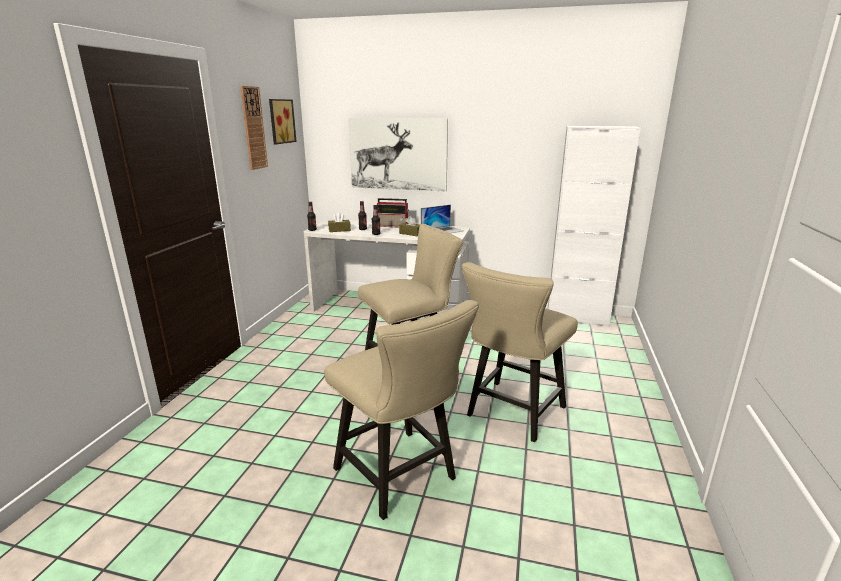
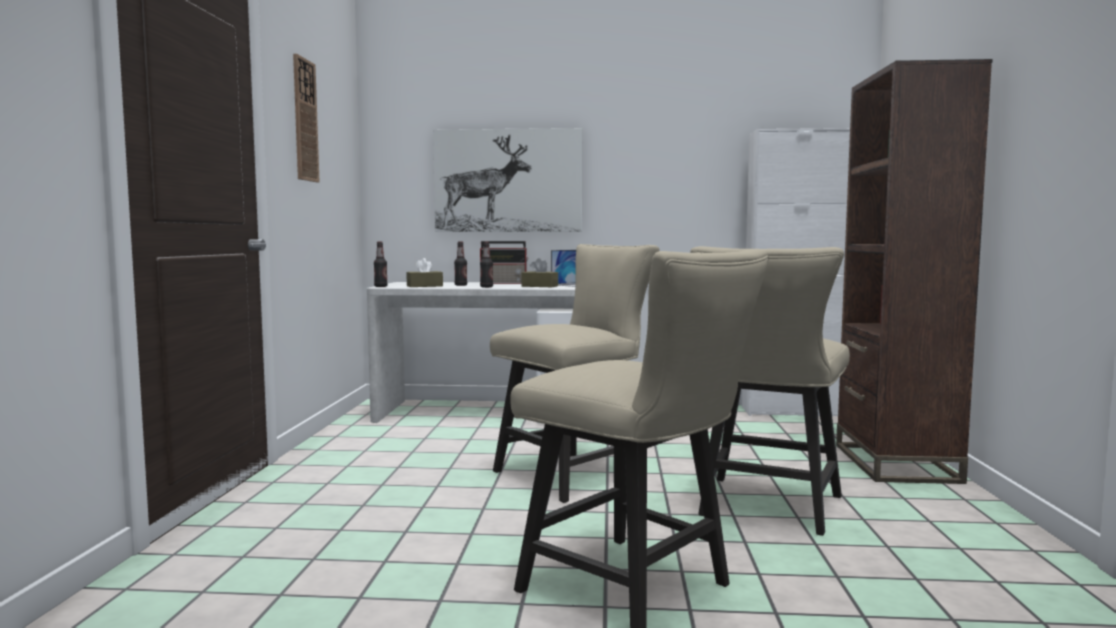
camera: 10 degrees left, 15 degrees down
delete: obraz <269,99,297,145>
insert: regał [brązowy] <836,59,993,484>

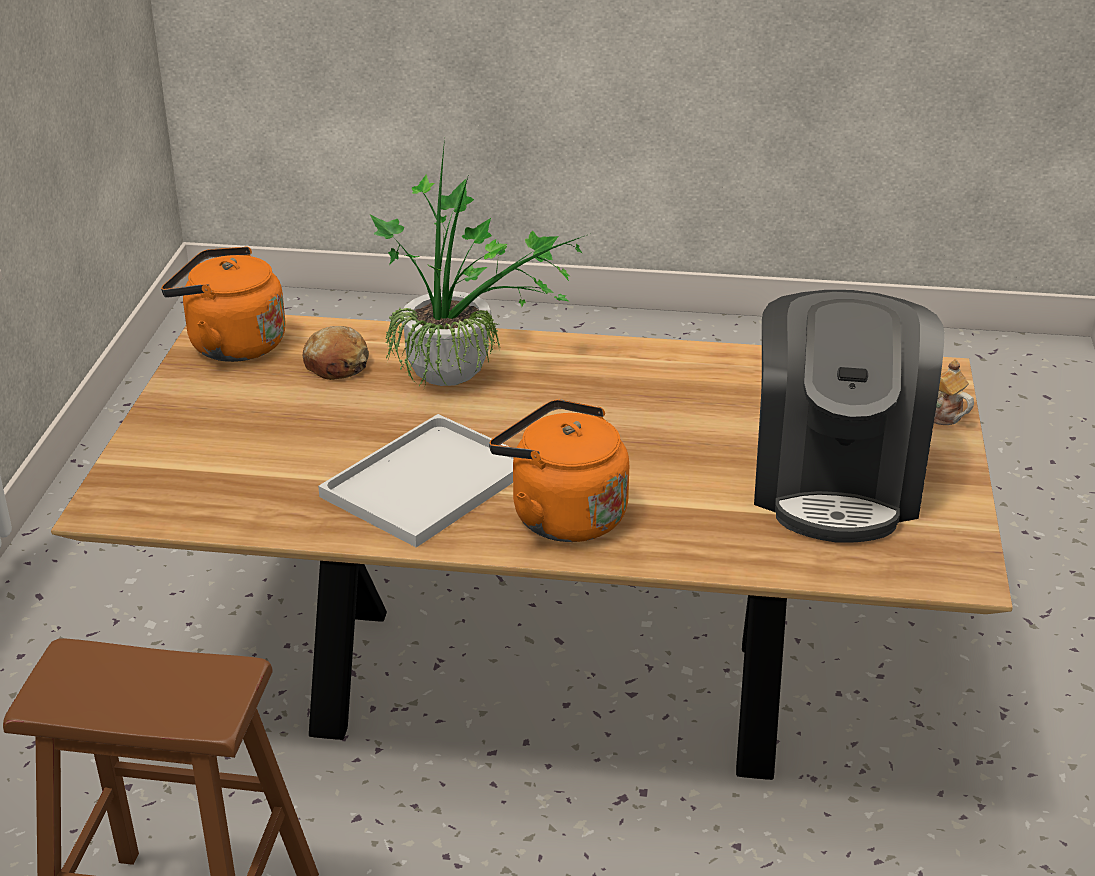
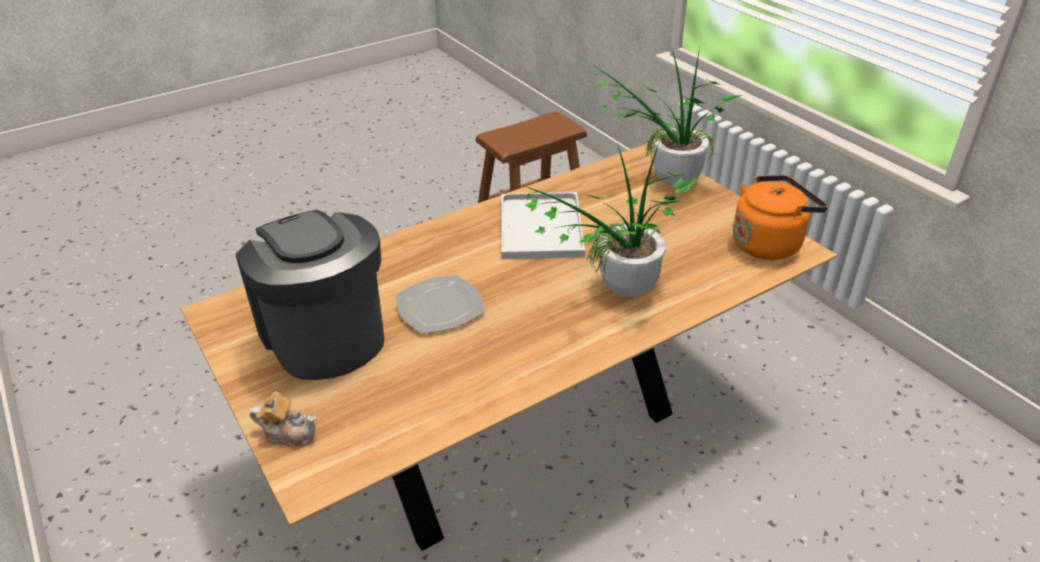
camera: 140 degrees right, 5 degrees up
delete: chleb <303,326,369,380>; czajnik [pomarańczowy] <489,399,629,542>
insert: roślina doniczkowa <589,48,742,185>; talerz <396,275,485,334>

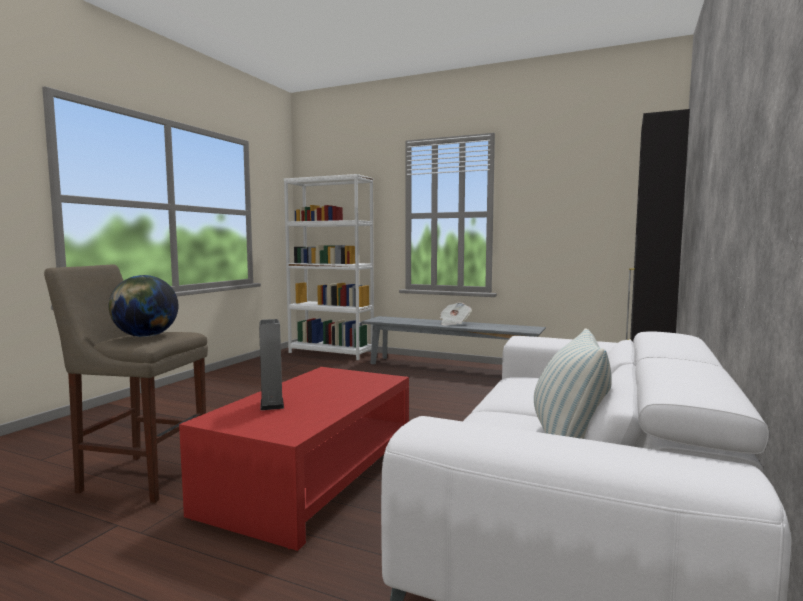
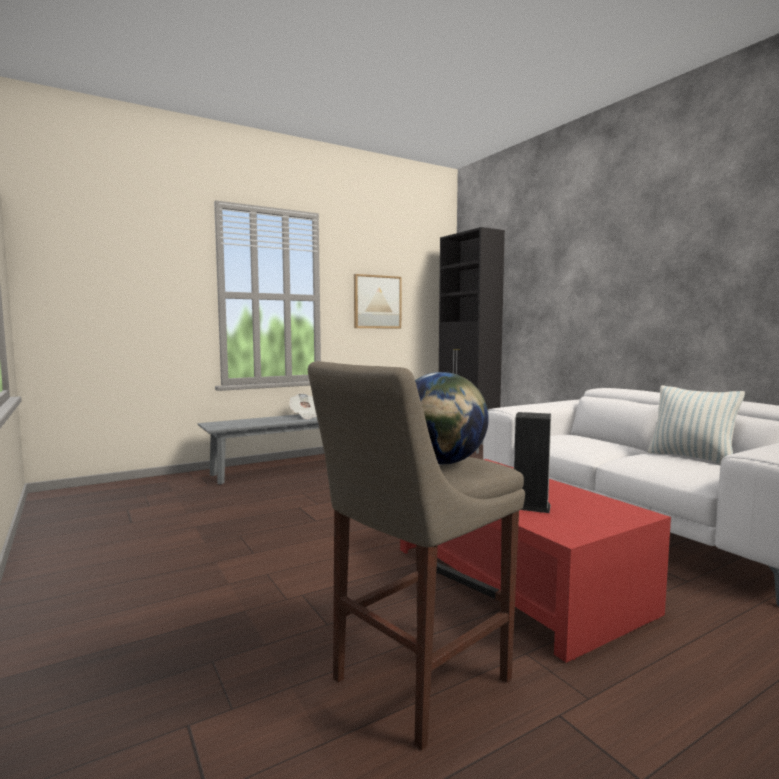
camera: 55 degrees left, 0 degrees up
delete: regał [biały] <284,174,374,360>
insert: obraz <354,274,401,328>

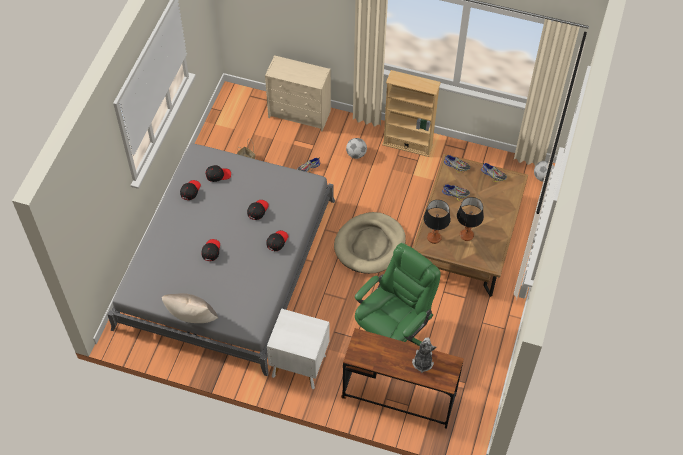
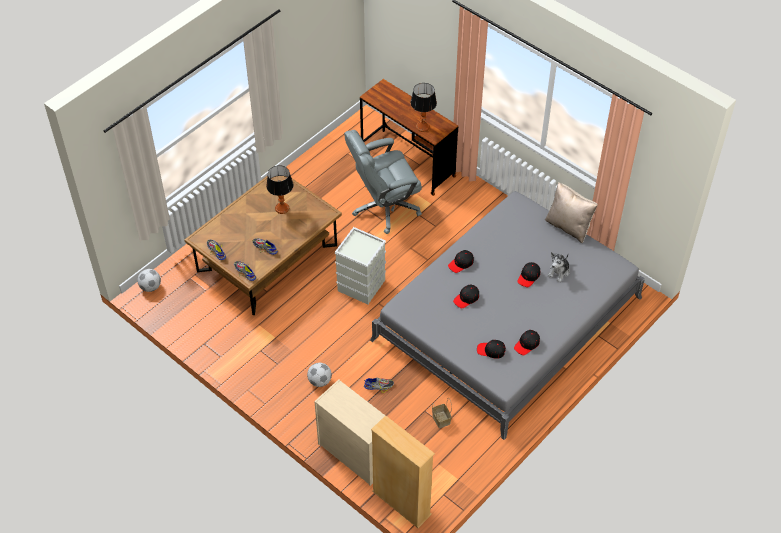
camera: 155 degrees left, 5 degrees down
delete: szafka nocna [biały] <267,308,330,389>
move: regał [beżowy] <382,70,441,157> to <371,415,435,528>; lampa stołowa <423,200,451,244> to <410,83,437,132>; pluszak <412,337,436,373> to <548,252,570,282>
replace: legowisko [beżowy] <334,212,406,274> to pojemnik do przechowywania [szary] <335,227,386,304>
recolor: krzesło biurowe [zielony] <355,243,441,346> to krzesło biurowe [szary] <344,130,422,234>

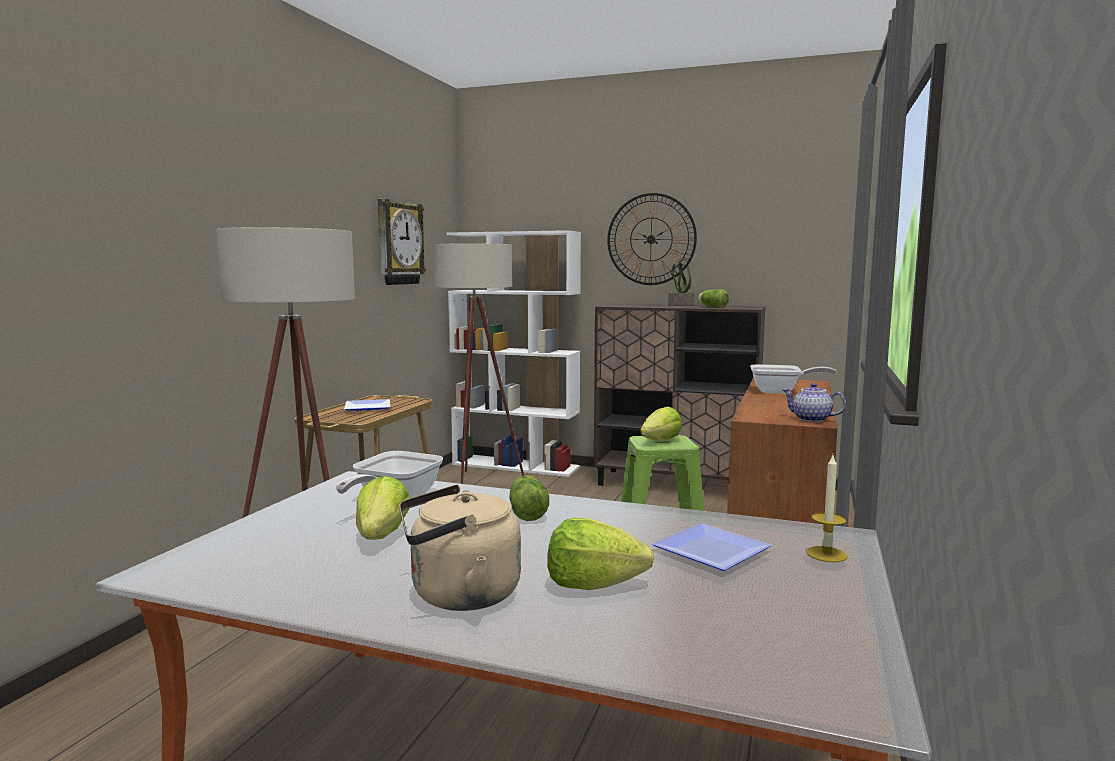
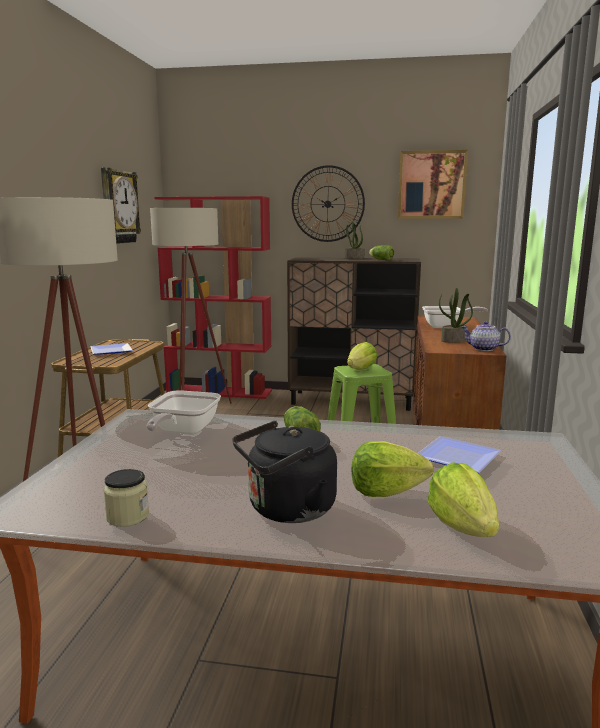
camera: 10 degrees left, 5 degrees up
delete: świeca <806,455,848,562>
insert: obraz <398,150,468,219>; roślina doniczkowa <439,288,473,343>; słoik <104,469,149,527>
move: sałata <356,476,410,540> to <427,462,499,537>
recolor: regał [biały] <447,230,581,477> to regał [czerwony] <154,196,272,399>; czajnik [beżowy] <399,485,521,611> to czajnik [czarny] <232,421,337,523>

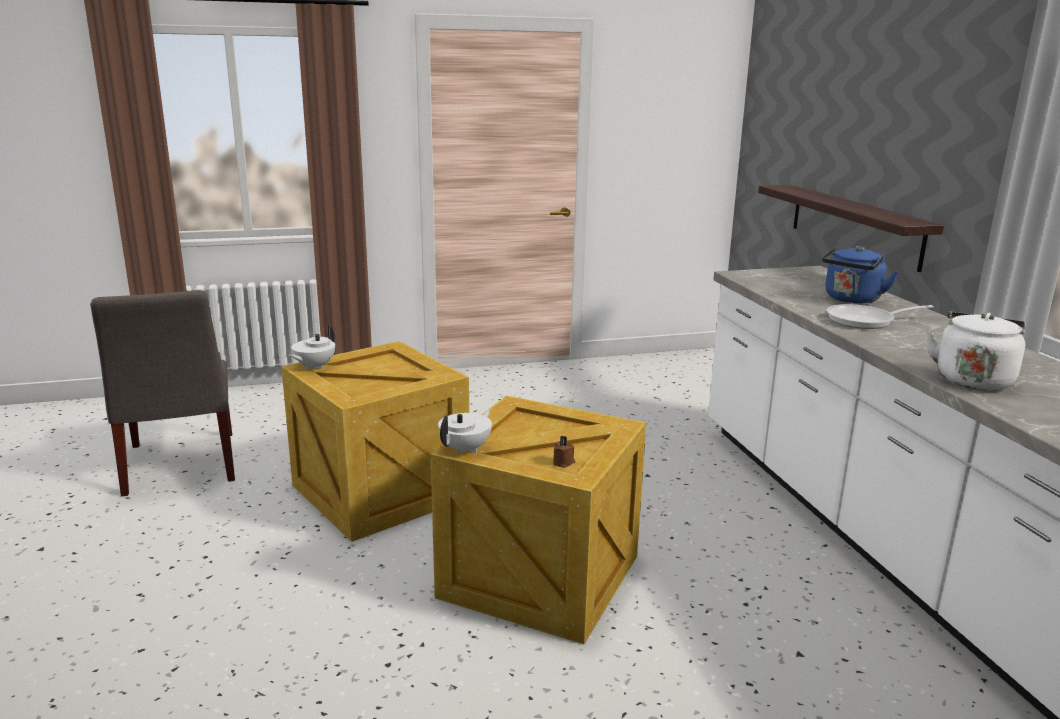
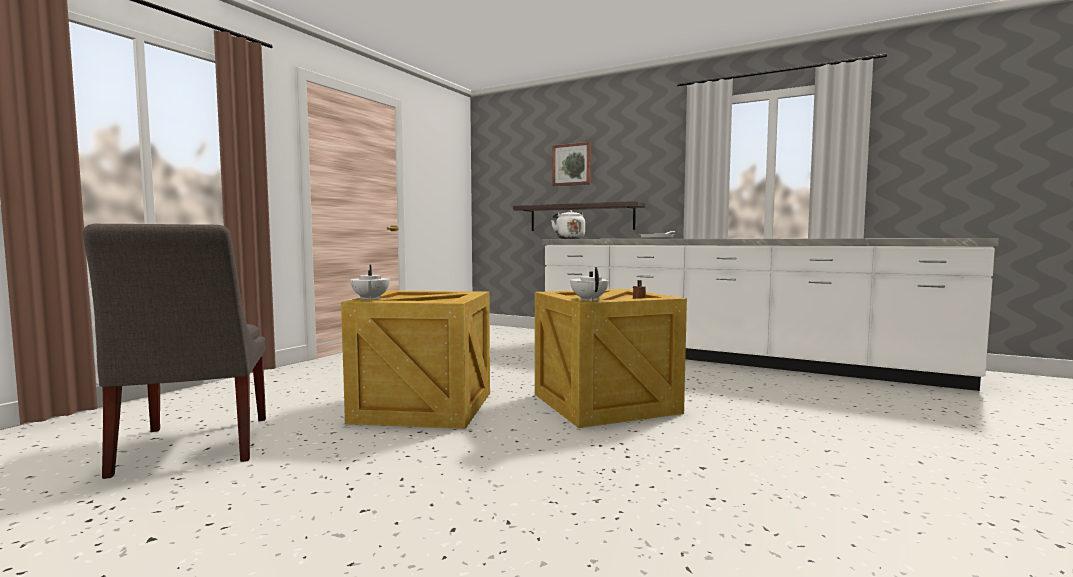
camera: 45 degrees left, 15 degrees down
delete: czajnik [niebieski] <822,246,899,304>
insert: obraz <552,142,591,186>
move: czajnik [biały] <925,311,1026,390> to <551,210,585,239>
rotate: krzesło [szary] <90,290,235,496> = <82,224,266,479> 45 degrees clockwise

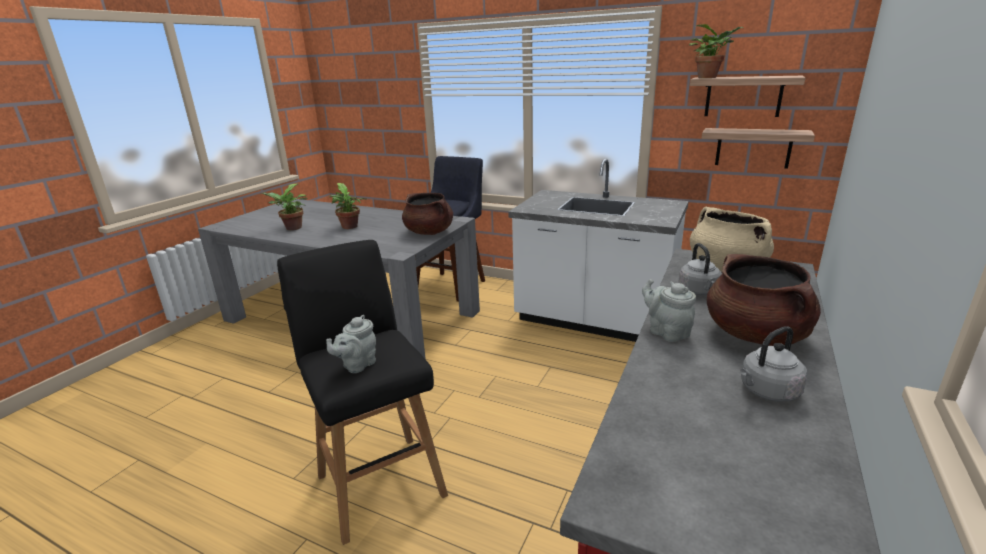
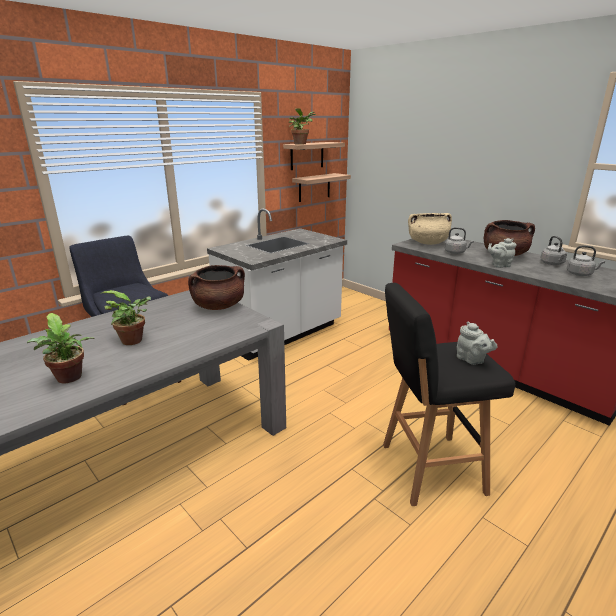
camera: 70 degrees left, 0 degrees up
insert: czajnik [szary] <567,245,605,276>

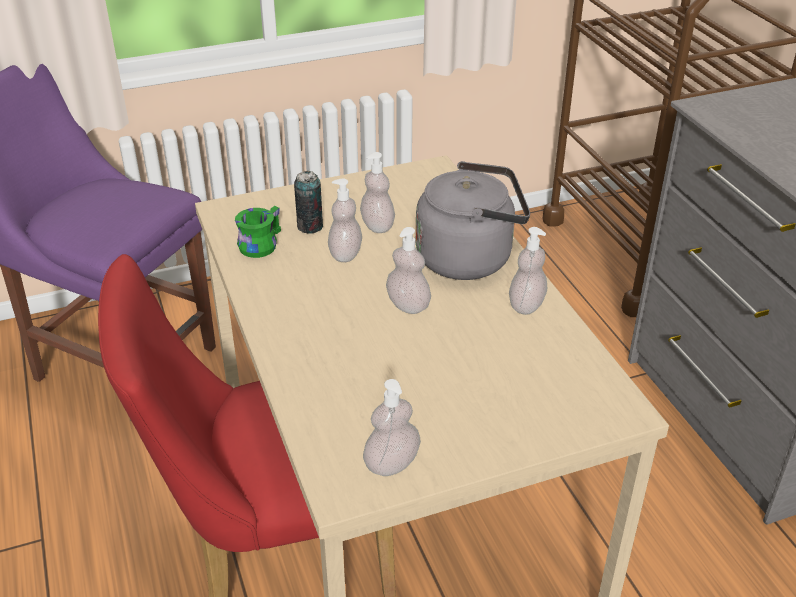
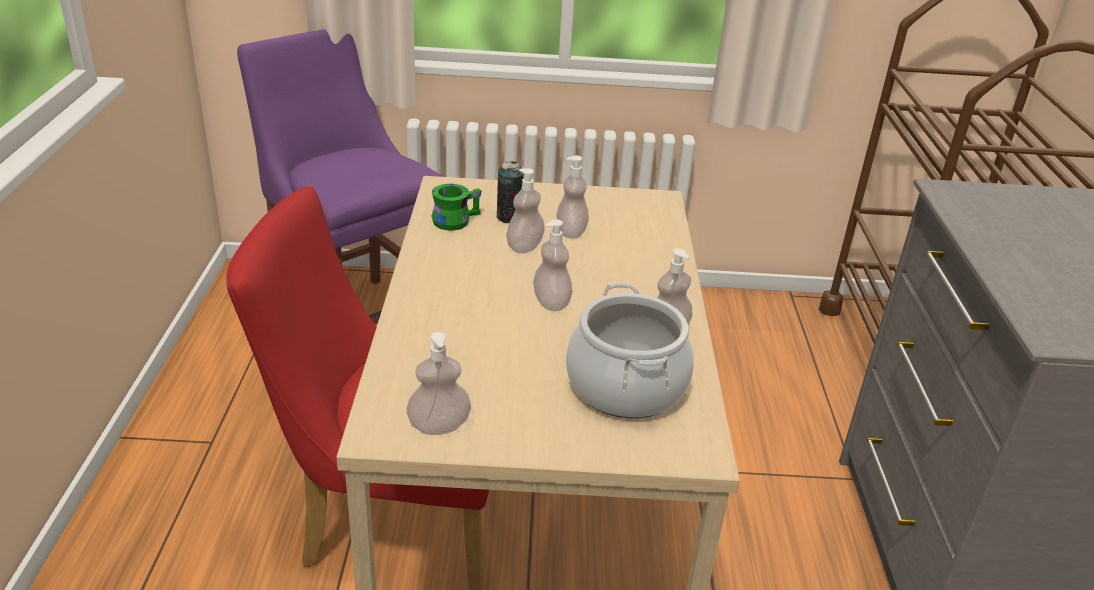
camera: 20 degrees right, 5 degrees down
delete: czajnik [szary] <416,161,530,280>
insert: garnek <566,282,694,418>

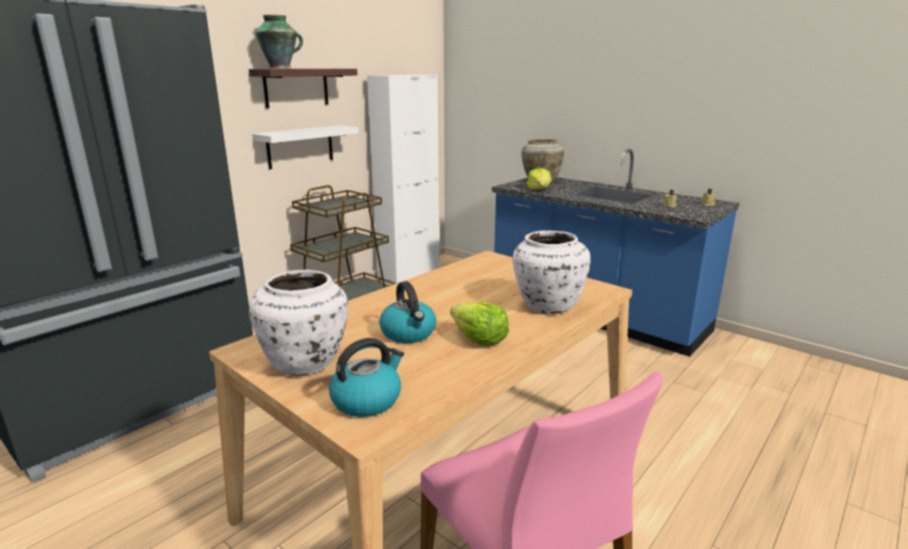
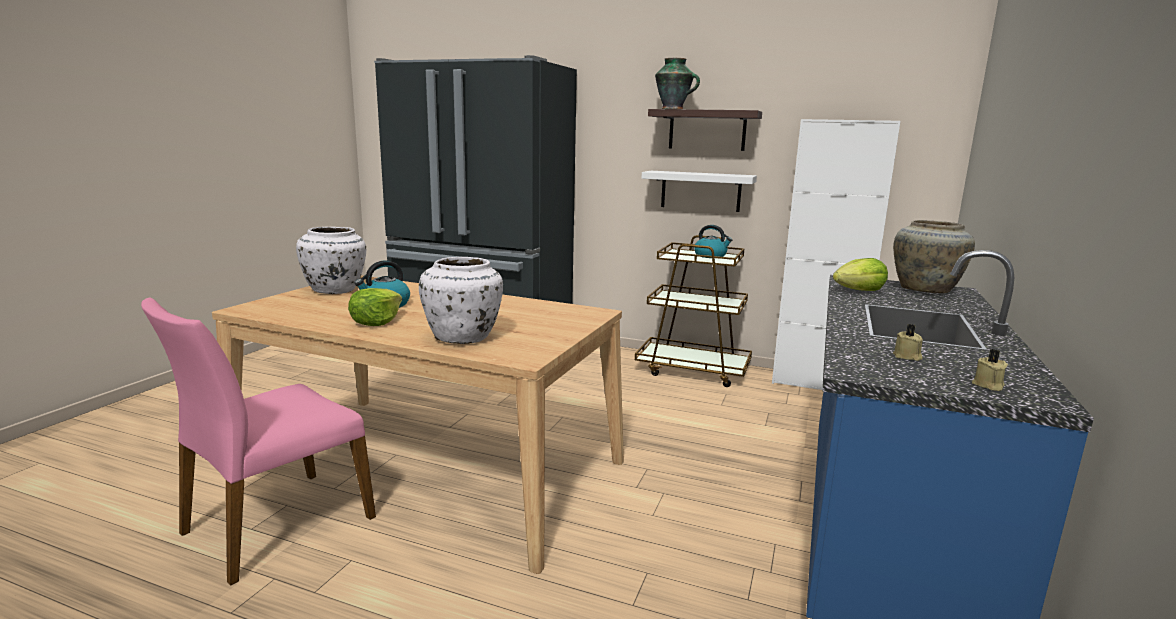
camera: 70 degrees right, 5 degrees down
move: czajnik <329,338,404,417> to <694,225,732,258>

